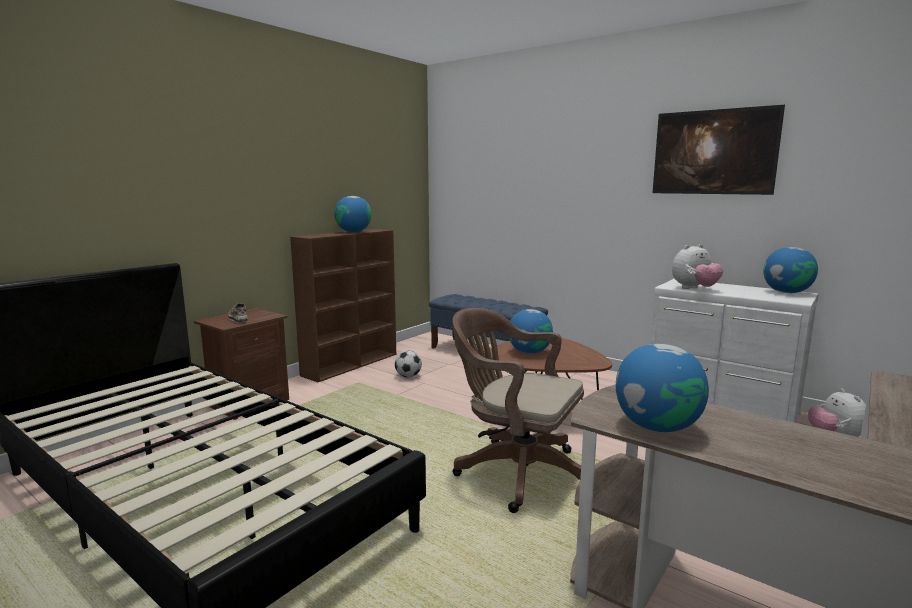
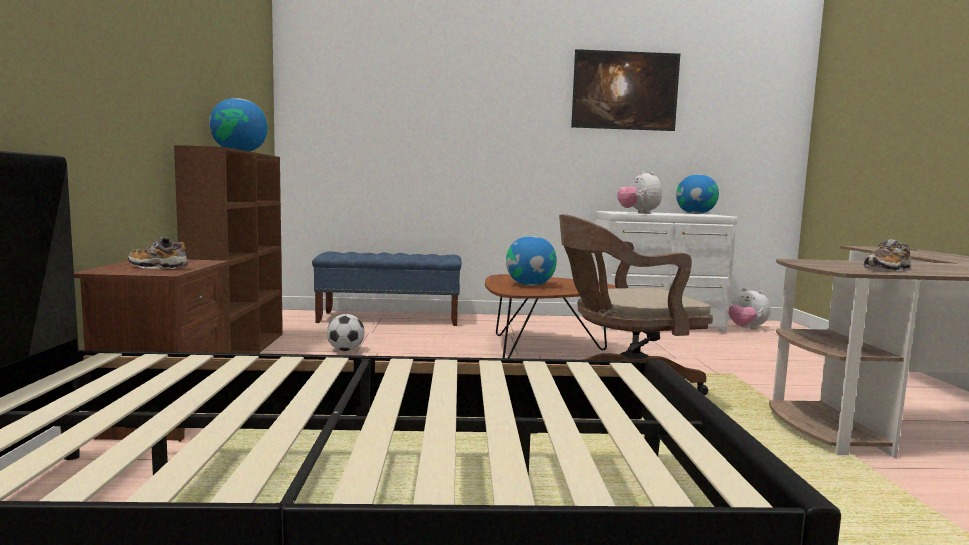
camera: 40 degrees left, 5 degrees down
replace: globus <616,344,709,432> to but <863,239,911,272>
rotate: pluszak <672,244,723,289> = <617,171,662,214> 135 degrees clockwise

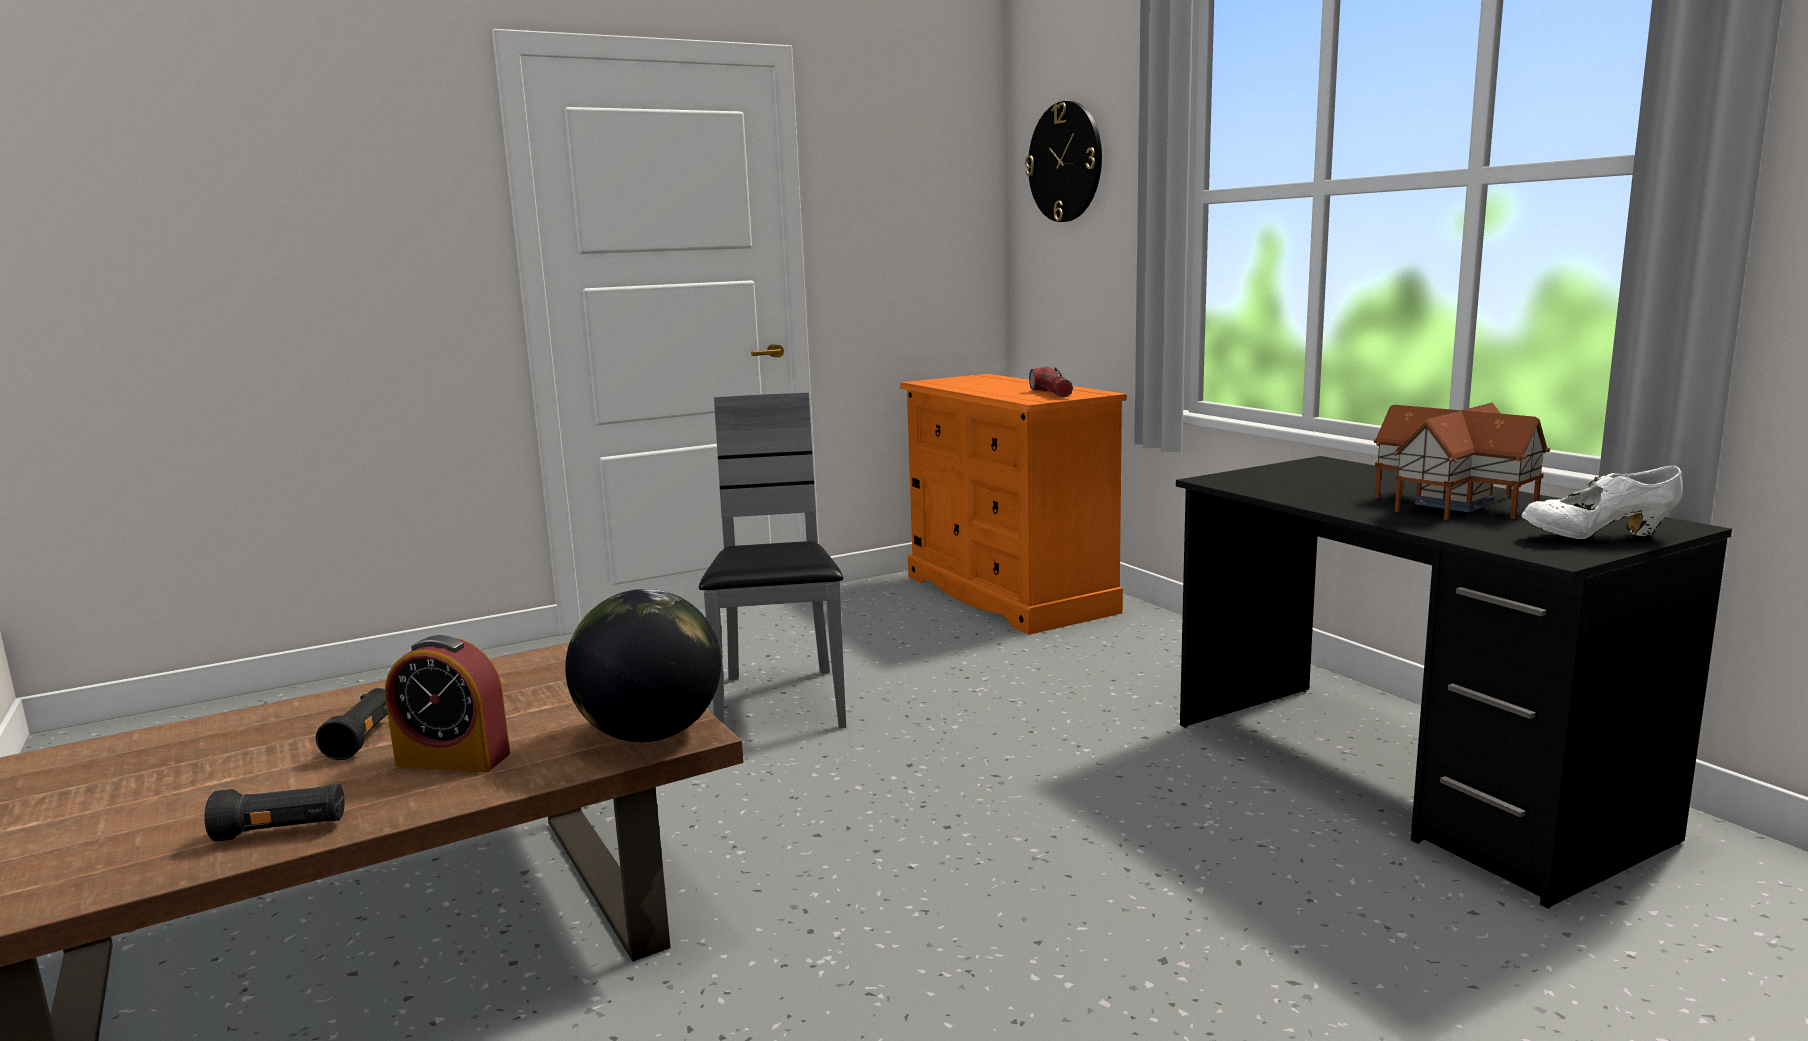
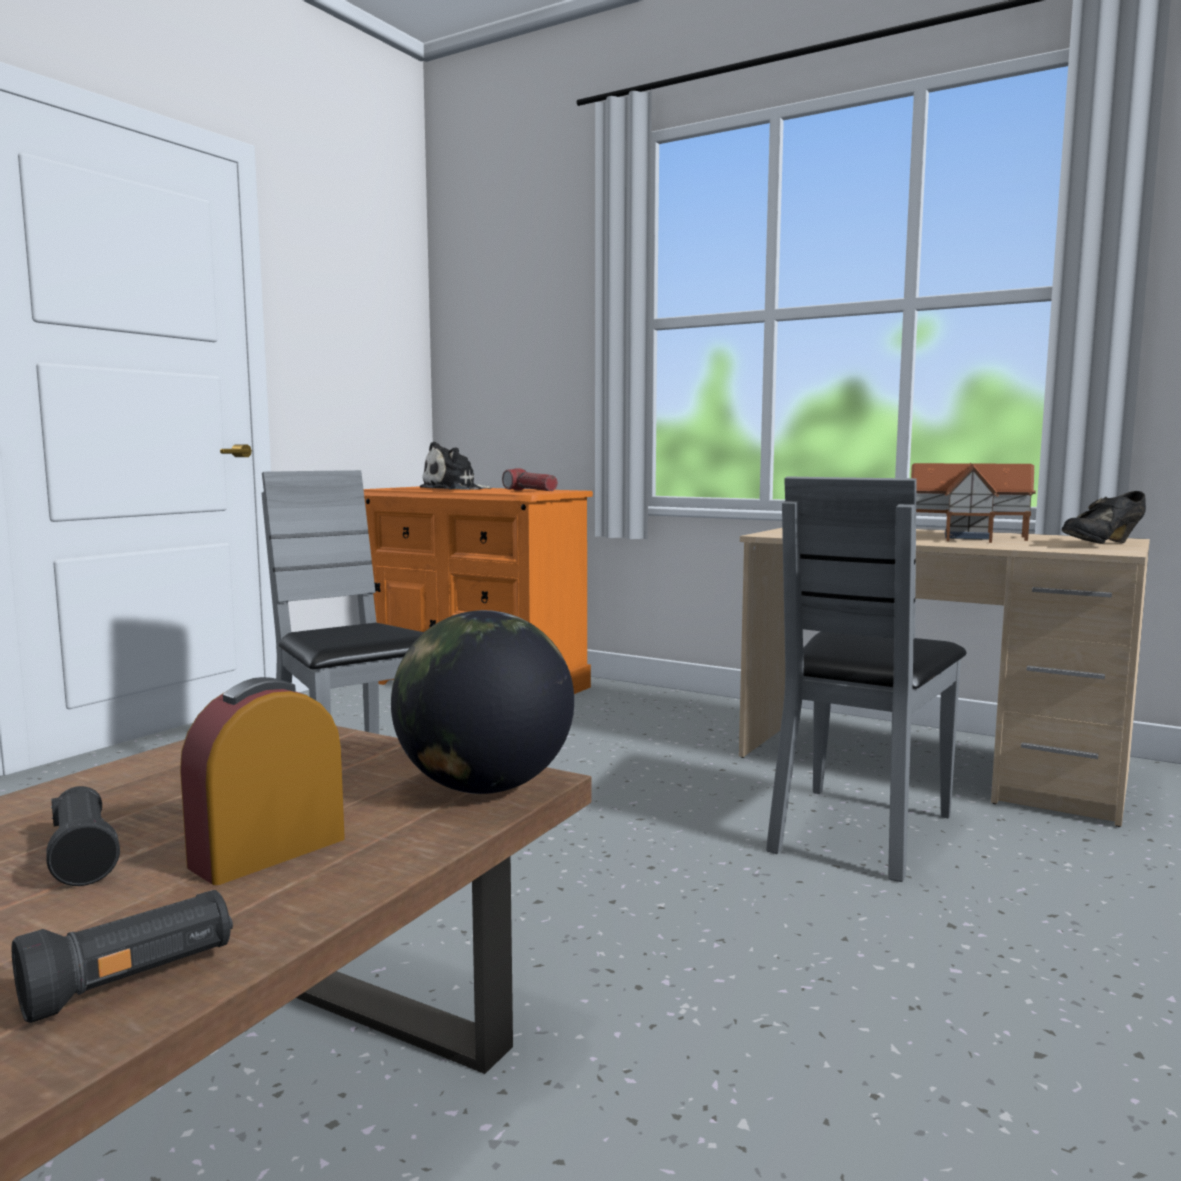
camera: 30 degrees left, 5 degrees down
delete: zegar ścienny <1025,101,1102,222>
insert: pluszak <420,442,492,490>; krzesło [szary] <766,476,966,882>
recolor: biurko [czarny] <1176,456,1732,908> to biurko [beżowy] <739,528,1150,827>; but [biały] <1521,466,1683,539> to but [czarny] <1061,491,1146,544>
rotate: budzik <385,635,510,772> = <180,677,345,885> 150 degrees clockwise

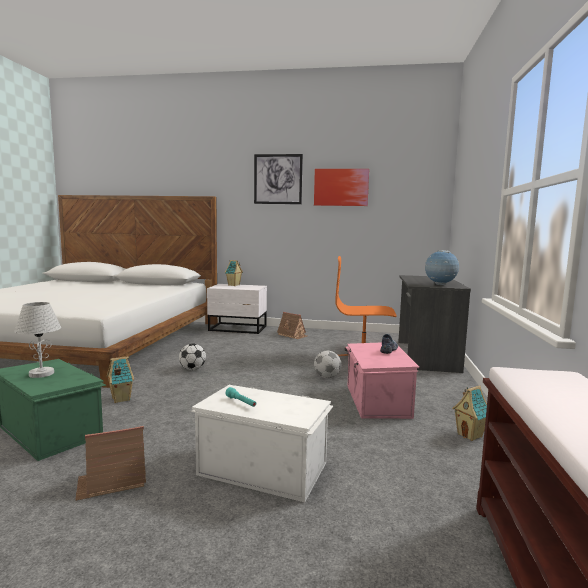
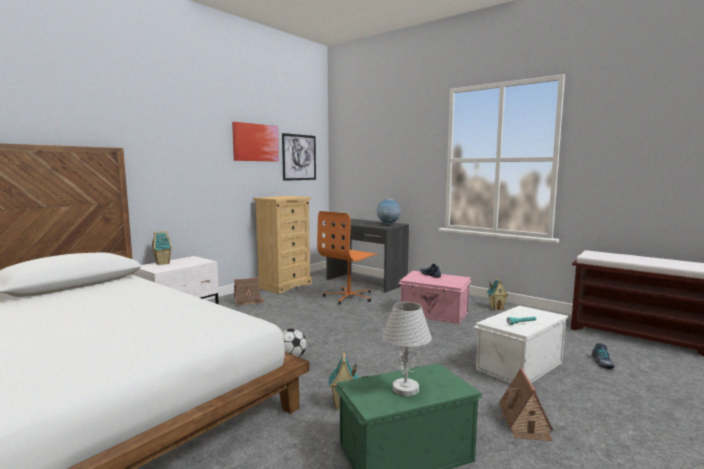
camera: 60 degrees left, 0 degrees up
delete: piłka futbolowa <314,351,341,378>
insert: komoda [beżowy] <253,196,312,294>; but <591,343,615,369>
move: obraz <254,154,303,204> to <282,133,316,181>

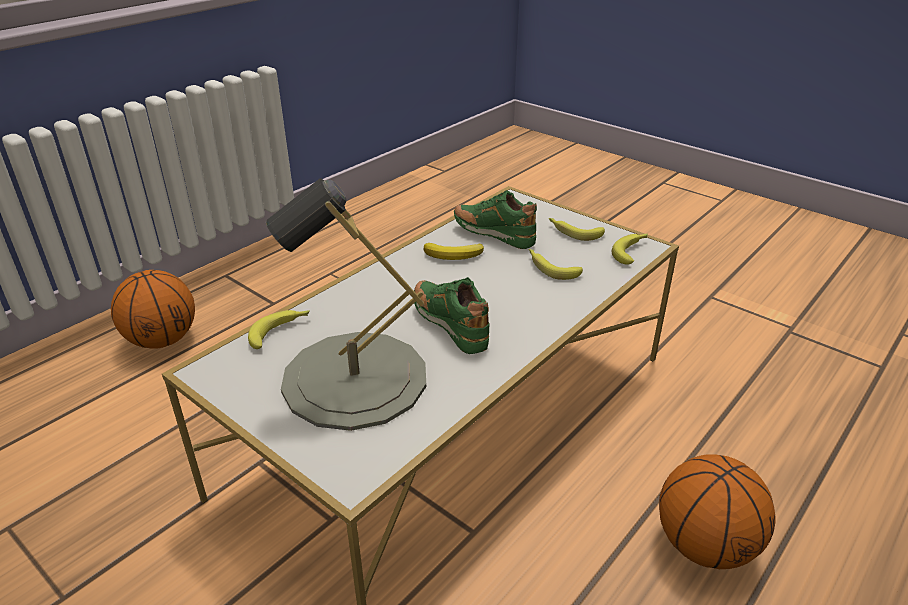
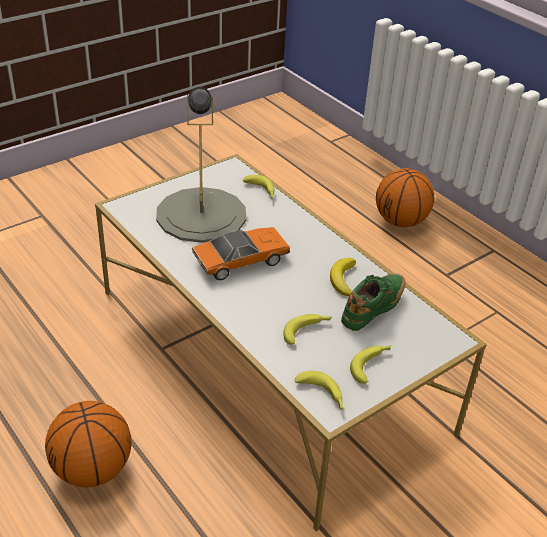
camera: 100 degrees right, 5 degrees up
replace: but [zielony] <414,277,490,354> to samochodzik <192,227,290,280>

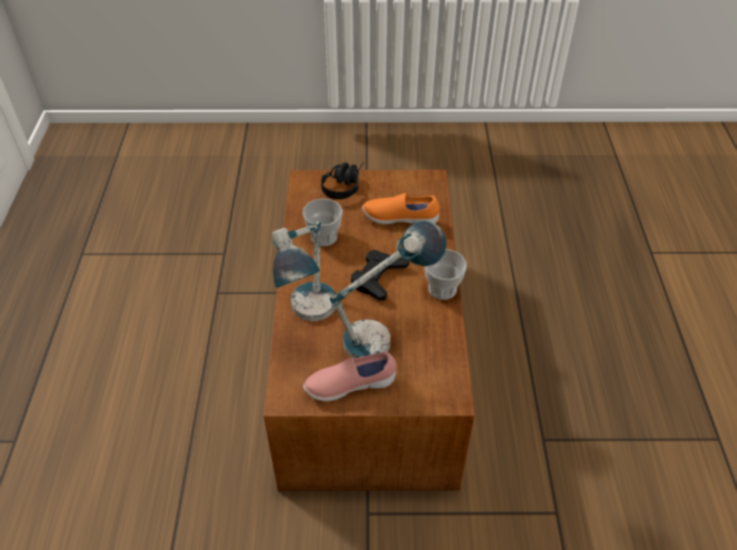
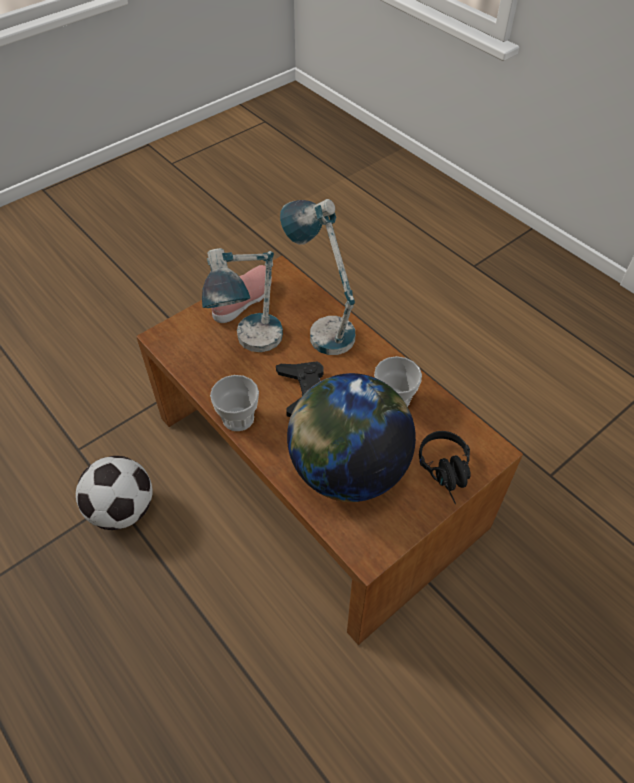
camera: 140 degrees right, 5 degrees up
insert: piłka futbolowa <76,456,153,530>
replace: but [pomarańczowy] <362,193,440,224> to globus <287,373,416,502>

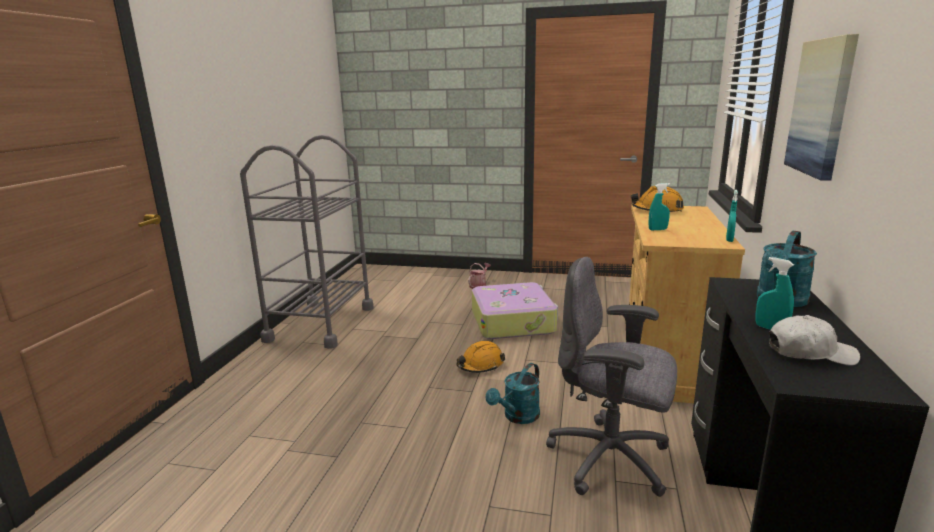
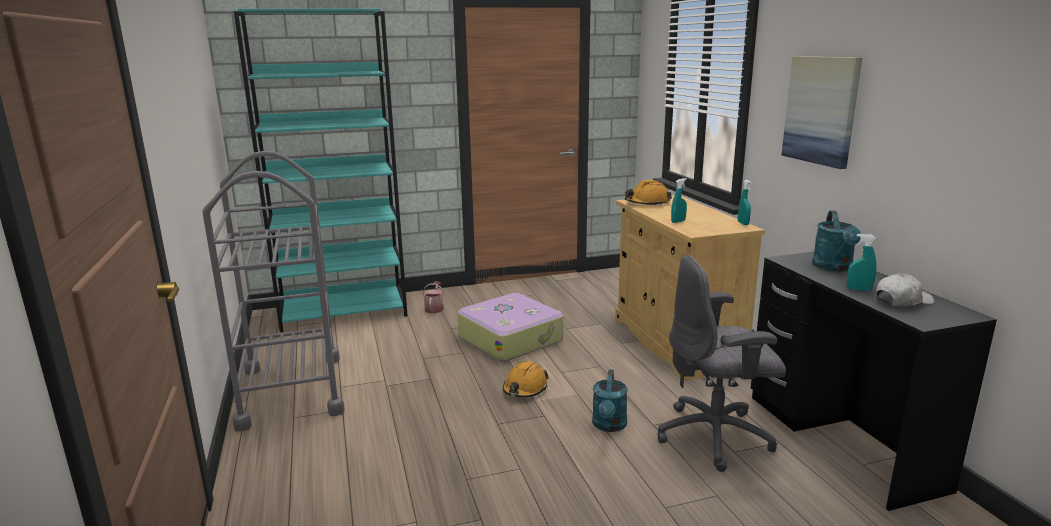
camera: 30 degrees left, 0 degrees up
insert: regał [turkusowy] <234,9,408,332>

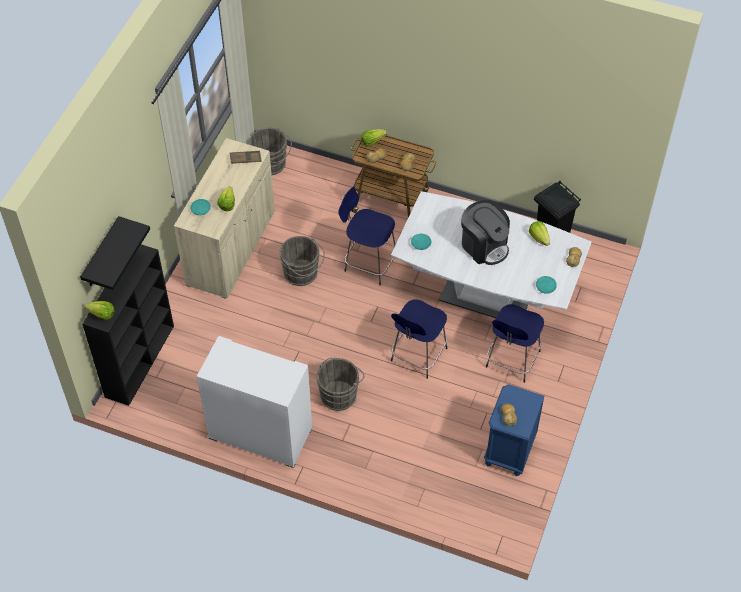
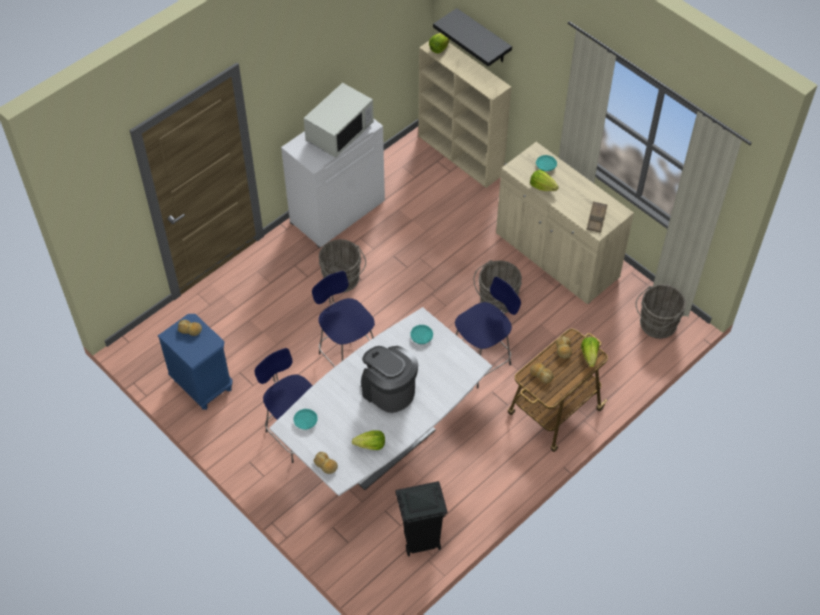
camera: 115 degrees right, 0 degrees up
insert: mikrofalówka [biały] <304,83,374,158>
recolor: regał [czarny] <82,244,174,406> to regał [beżowy] <418,41,511,188>
rotate: ekspres do kawy <461,200,510,265> = <361,346,418,413> 60 degrees clockwise

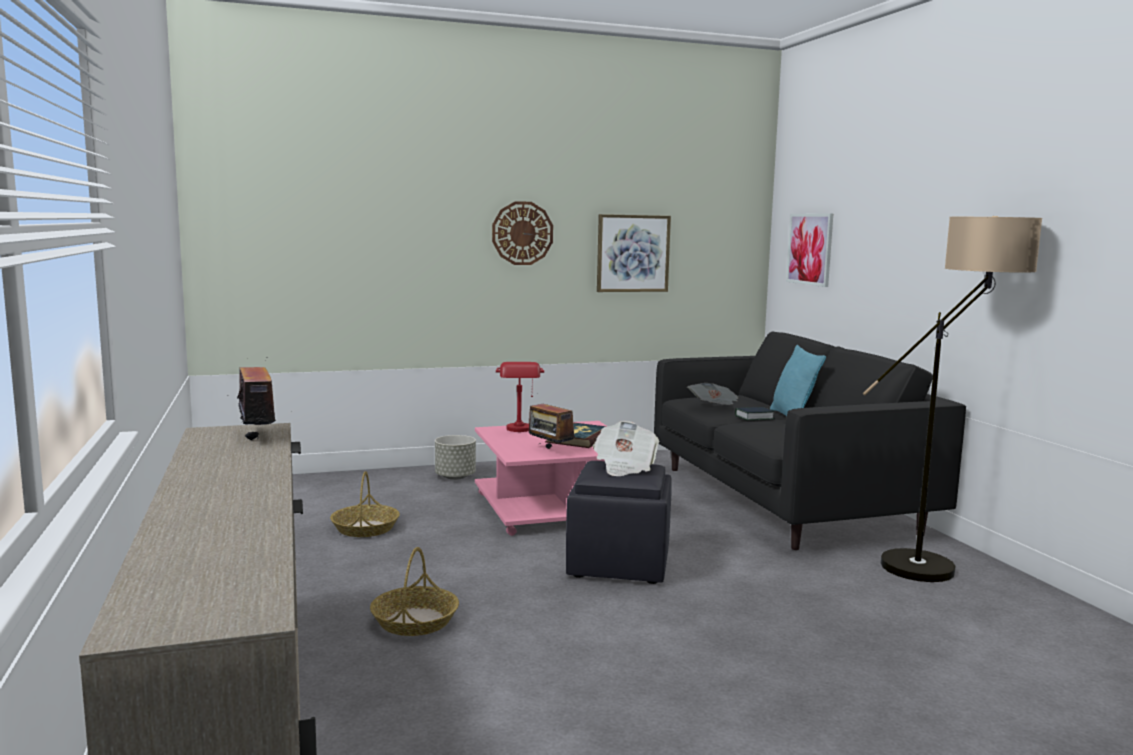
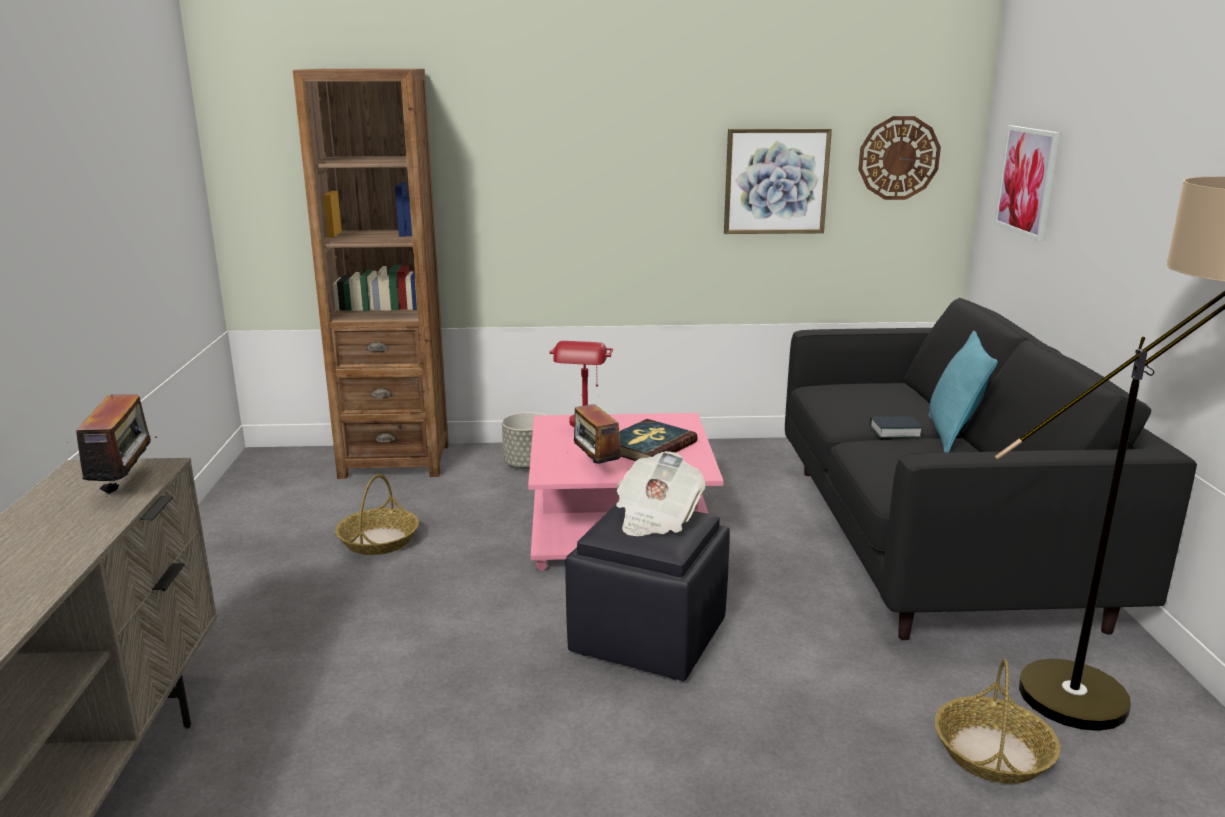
camera: 15 degrees right, 10 degrees up
delete: gazeta <687,383,739,405>
insert: regał [brązowy] <293,69,449,479>
move: zegar ścienny <492,201,553,265> to <858,116,941,200>; koszyk <370,547,459,636> to <935,659,1060,784>

